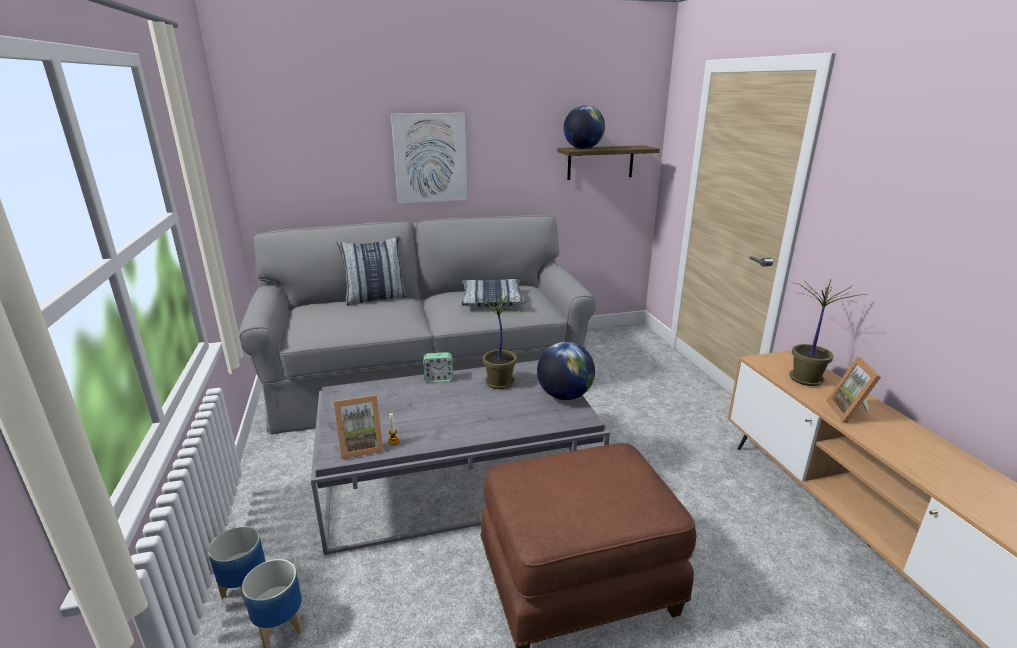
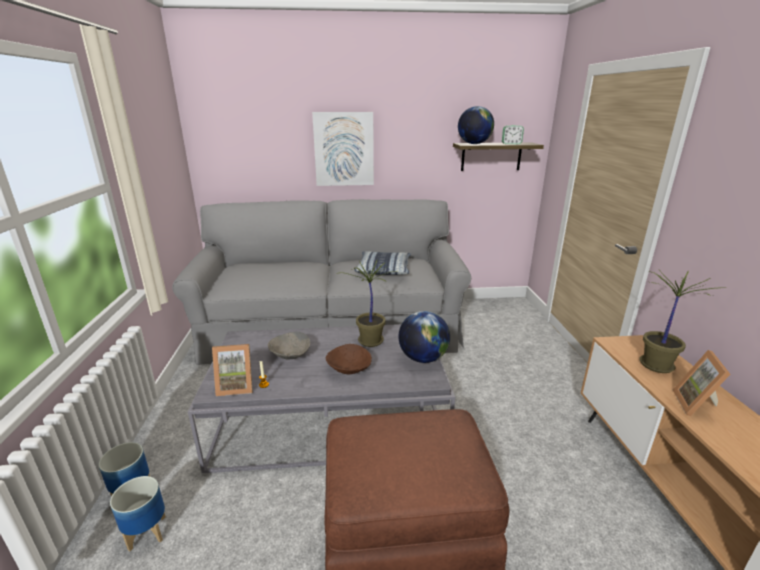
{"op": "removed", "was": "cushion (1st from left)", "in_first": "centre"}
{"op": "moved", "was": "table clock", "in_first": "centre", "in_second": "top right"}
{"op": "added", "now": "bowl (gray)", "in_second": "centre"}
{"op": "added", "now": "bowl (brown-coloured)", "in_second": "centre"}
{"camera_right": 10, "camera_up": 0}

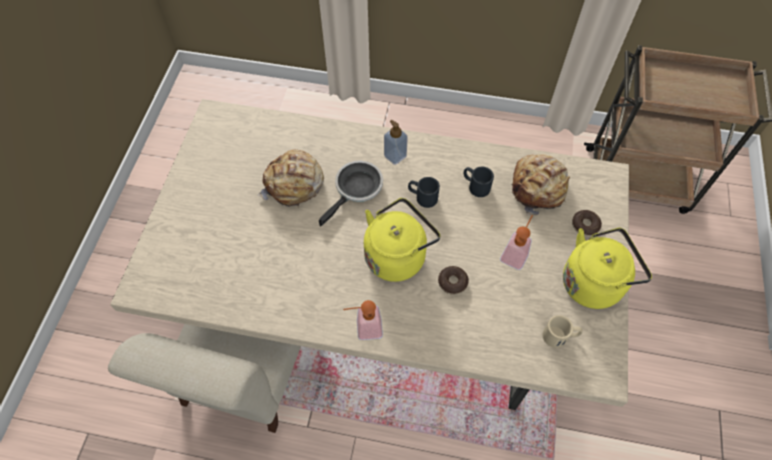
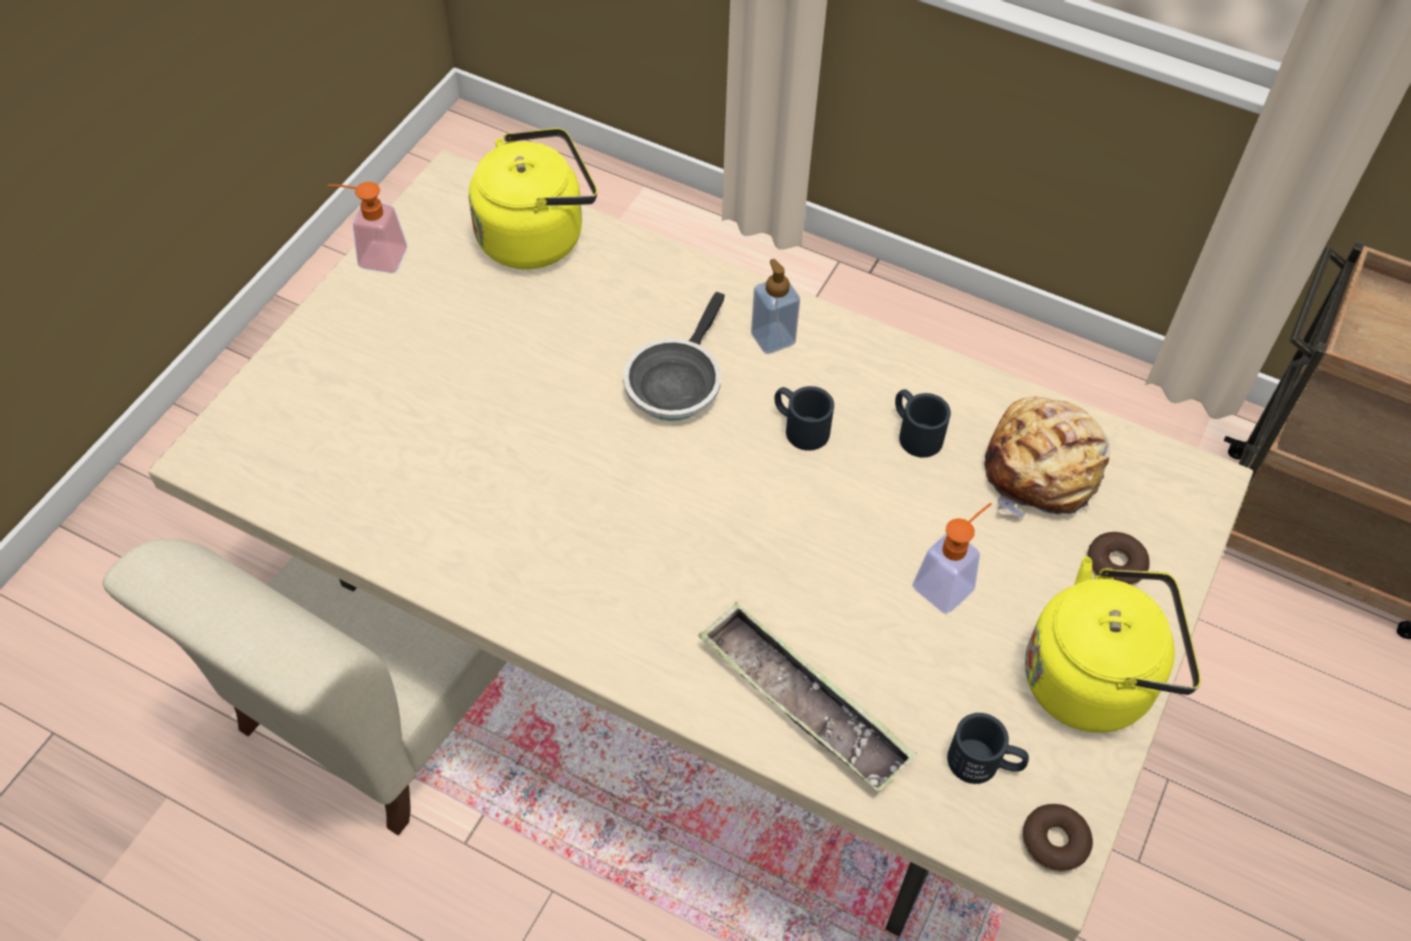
{"op": "removed", "was": "baked bread (1st from left)", "in_first": "centre"}
{"op": "turned", "was": "pan", "in_first": "centre", "in_second": "centre", "clockwise": 150}
{"op": "moved", "was": "water kettle (yellow) (1st from left)", "in_first": "centre", "in_second": "top centre"}
{"op": "moved", "was": "donut (1st from left)", "in_first": "centre", "in_second": "bottom right"}
{"op": "moved", "was": "soap bottle (1st from left)", "in_first": "bottom centre", "in_second": "top left"}
{"op": "recoloured", "was": "mug (sand-coloured)", "now": "mug (black) (3rd from left)", "in_first": "bottom right", "in_second": "bottom right"}
{"op": "added", "now": "carrying tray", "in_second": "bottom centre"}
{"camera_right": 15, "camera_up": -5}

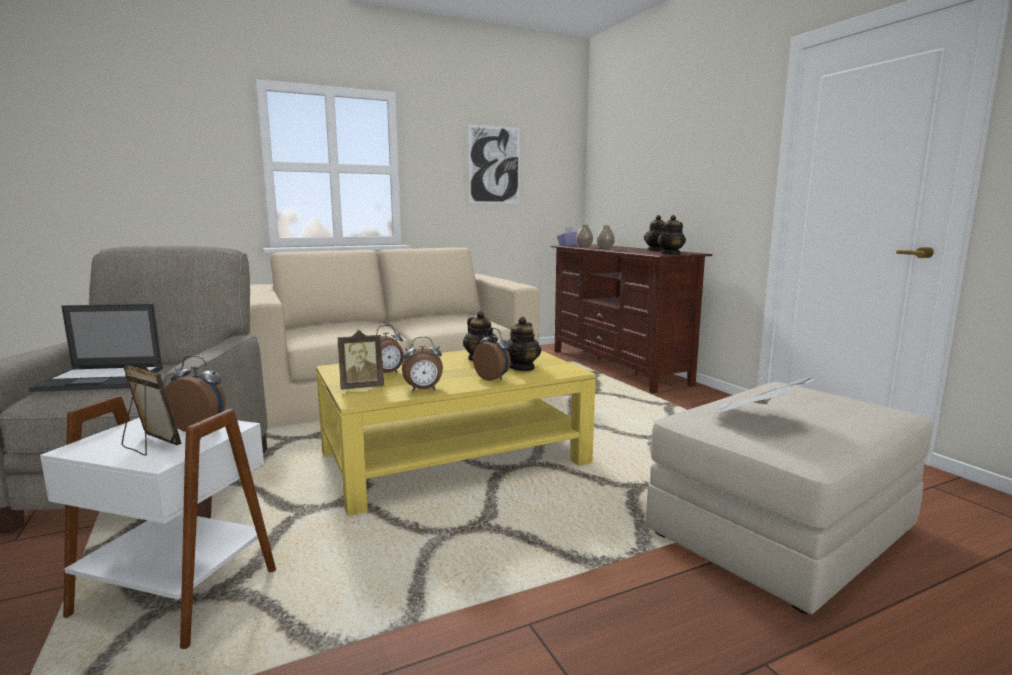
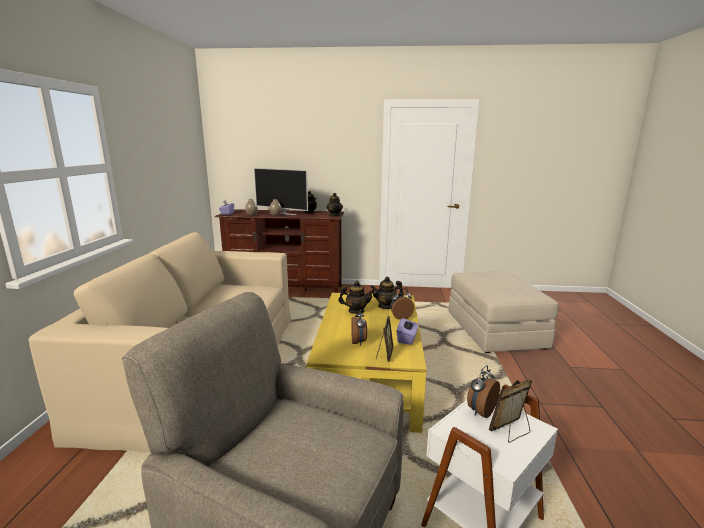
{"op": "removed", "was": "wall art", "in_first": "top centre"}
{"op": "removed", "was": "notebook computer", "in_first": "middle left"}
{"op": "turned", "was": "teapot (2nd from left in the first image)", "in_first": "centre", "in_second": "centre", "clockwise": 120}
{"op": "replaced", "was": "table clock (3rd from left)", "now": "tissue box (purple-coloured) (2nd from left)", "in_first": "centre", "in_second": "centre"}
{"op": "removed", "was": "newspaper", "in_first": "middle right"}
{"op": "added", "now": "TV", "in_second": "centre"}
{"camera_right": -60, "camera_up": 5}

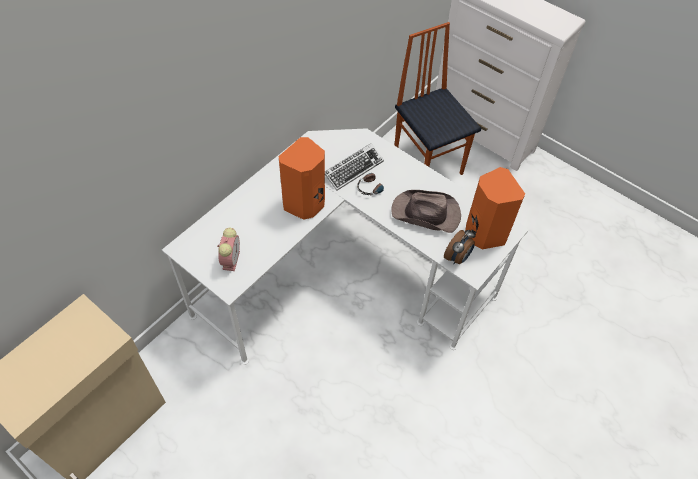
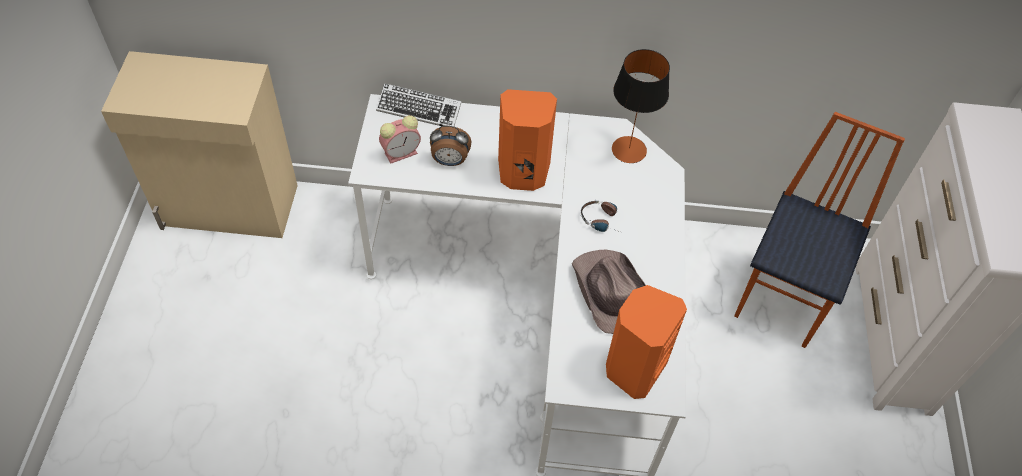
{"op": "moved", "was": "PC keyboard", "in_first": "centre", "in_second": "top centre"}
{"op": "moved", "was": "table clock (2nd from left)", "in_first": "centre", "in_second": "top centre"}
{"op": "added", "now": "table lamp", "in_second": "top centre"}
{"camera_right": 55, "camera_up": 0}

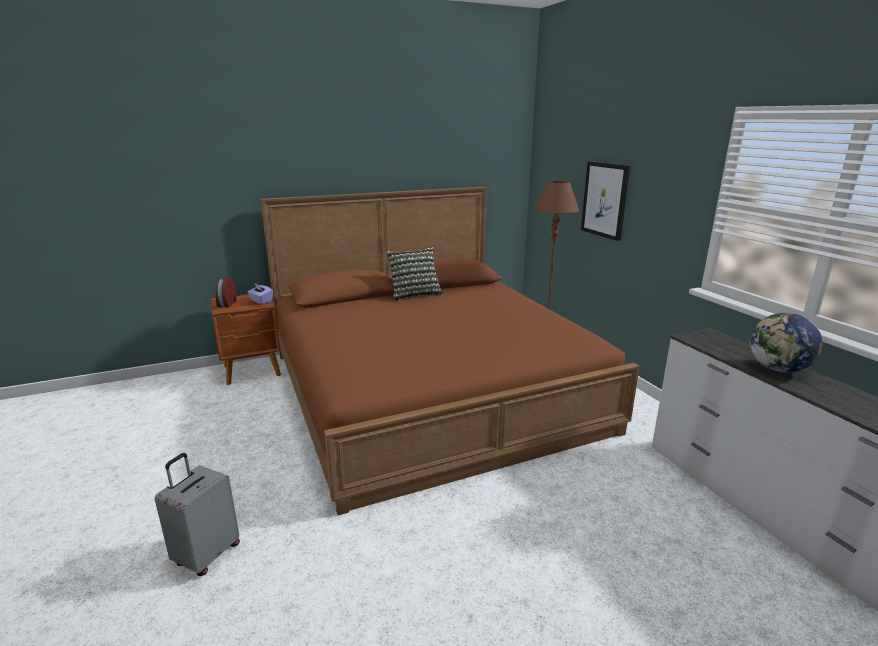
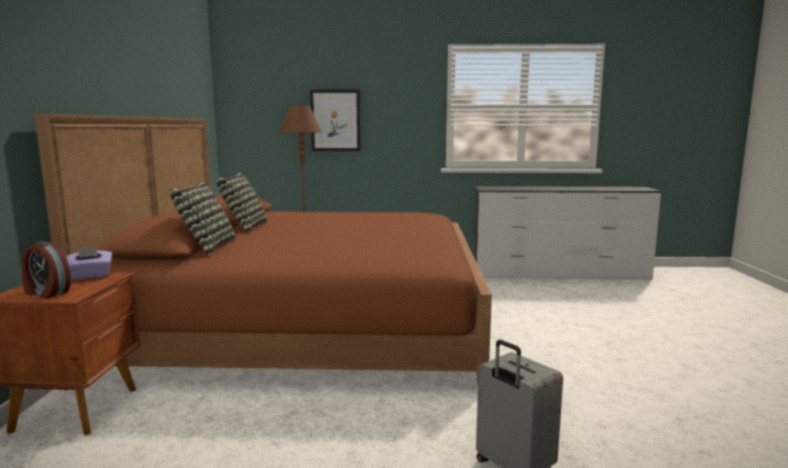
{"op": "removed", "was": "globe", "in_first": "middle right"}
{"op": "added", "now": "cushion (1st from left)", "in_second": "middle left"}
{"camera_right": -65, "camera_up": -10}

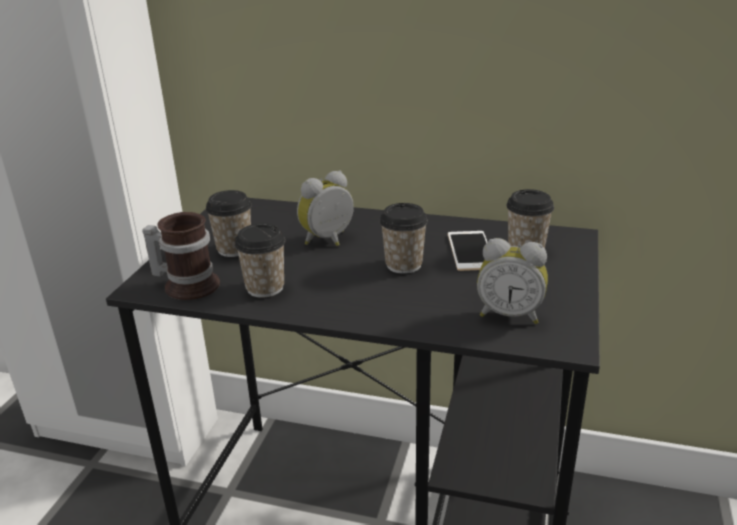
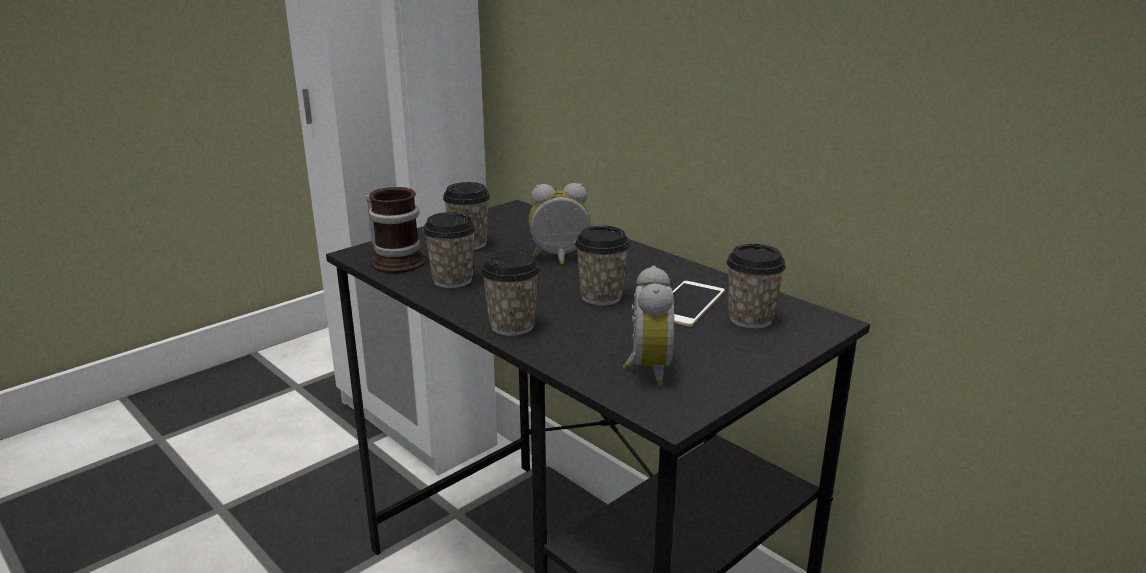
{"op": "turned", "was": "table clock (2nd from left)", "in_first": "middle right", "in_second": "centre", "clockwise": -135}
{"op": "added", "now": "drinking cup (3rd from left)", "in_second": "centre"}
{"camera_right": 30, "camera_up": -5}

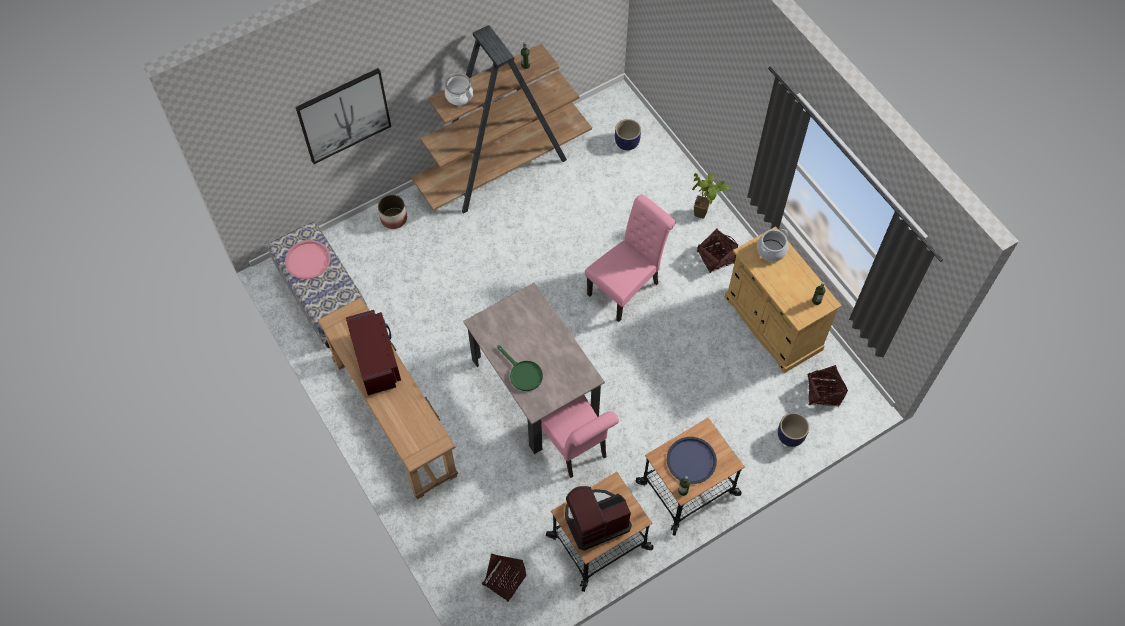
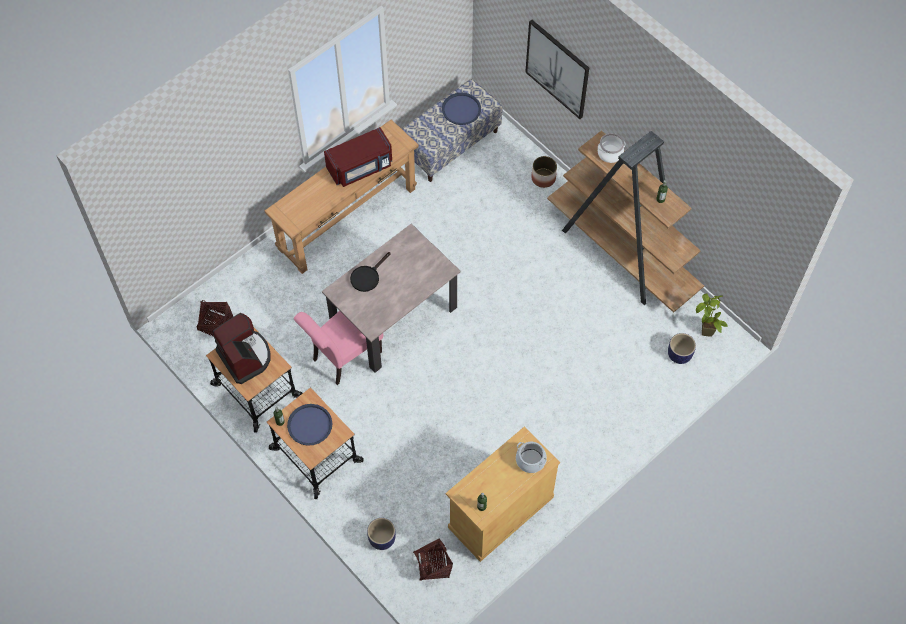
{"op": "moved", "was": "houseplant", "in_first": "top centre", "in_second": "middle right"}
{"op": "removed", "was": "plain chair (pink) (2nd from left)", "in_first": "centre"}
{"op": "removed", "was": "basket (2nd from left)", "in_first": "centre"}
{"op": "recoloured", "was": "carrying tray (pink)", "now": "carrying tray (bluish) (2nd from left)", "in_first": "middle left", "in_second": "top centre"}
{"op": "recoloured", "was": "pan (green-coloured)", "now": "pan (black)", "in_first": "centre", "in_second": "centre"}
{"camera_right": 80, "camera_up": 0}

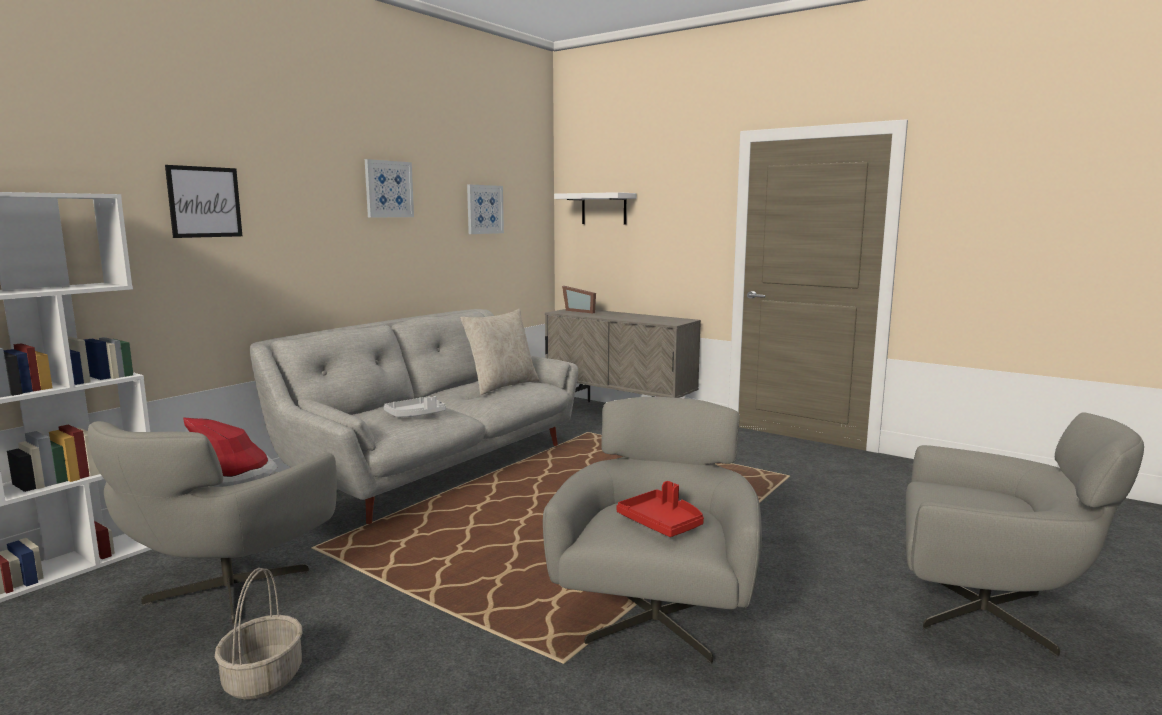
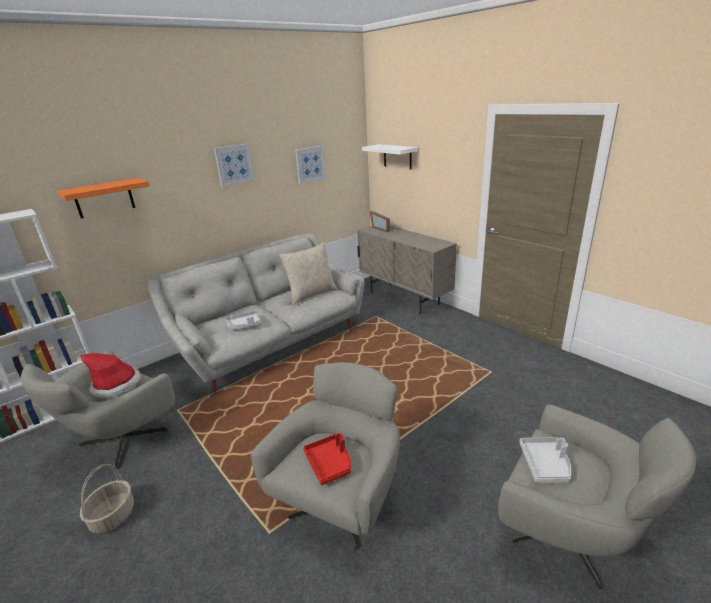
{"op": "replaced", "was": "wall art (1st from left)", "now": "bracket shelf (orangey)", "in_first": "top left", "in_second": "top left"}
{"op": "added", "now": "carrying tray (gray) (2nd from left)", "in_second": "bottom right"}
{"camera_right": 15, "camera_up": 15}

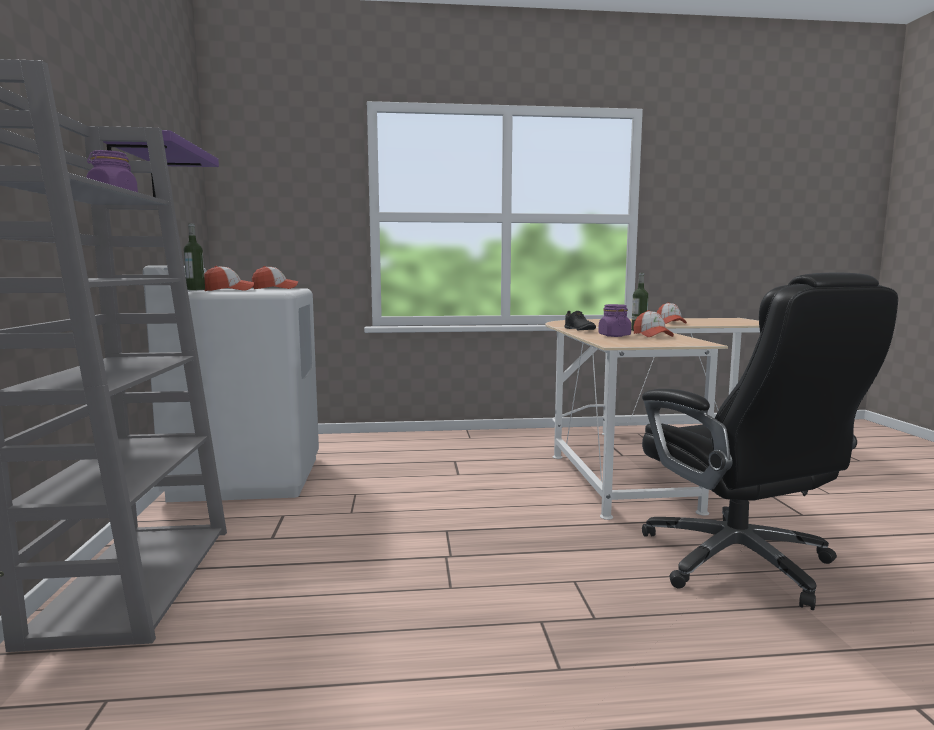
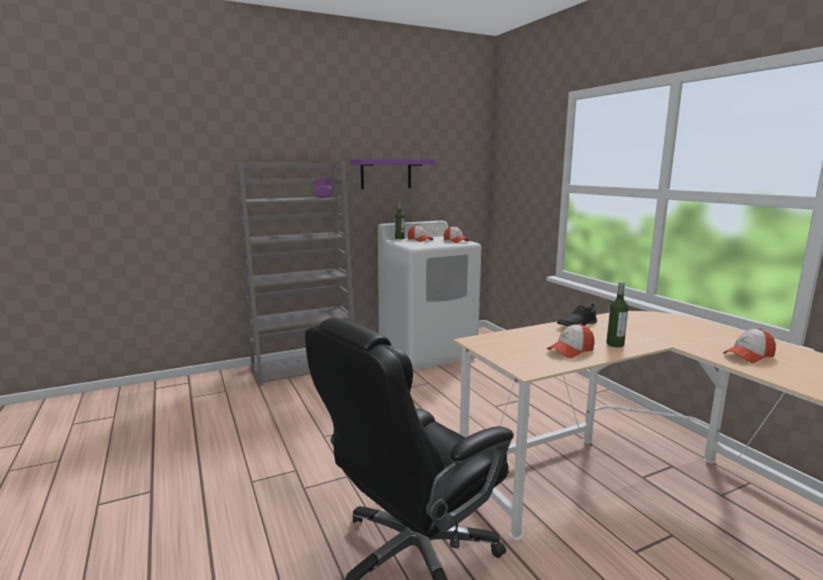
{"op": "removed", "was": "preserve jar (purple-coloured) (2nd from left)", "in_first": "centre"}
{"camera_right": 70, "camera_up": 5}

